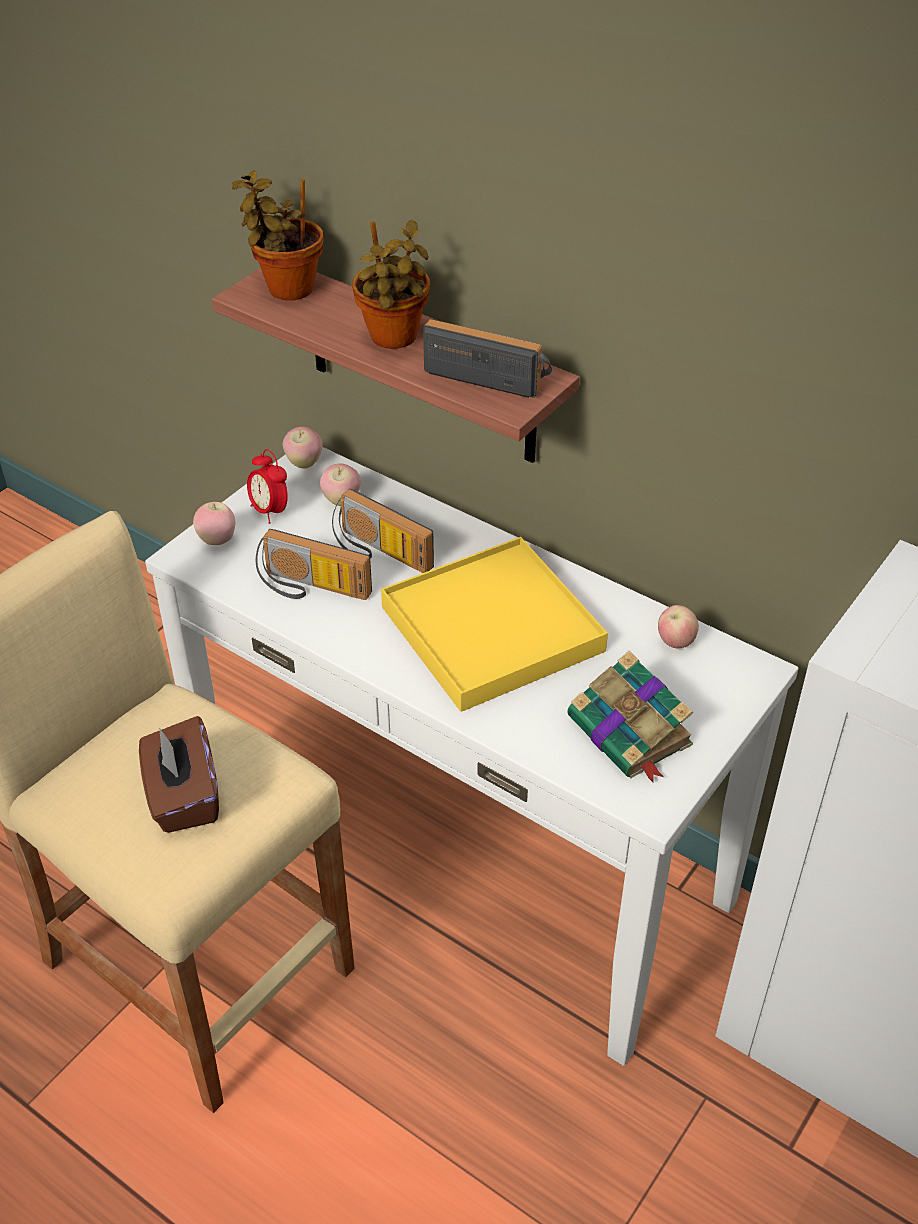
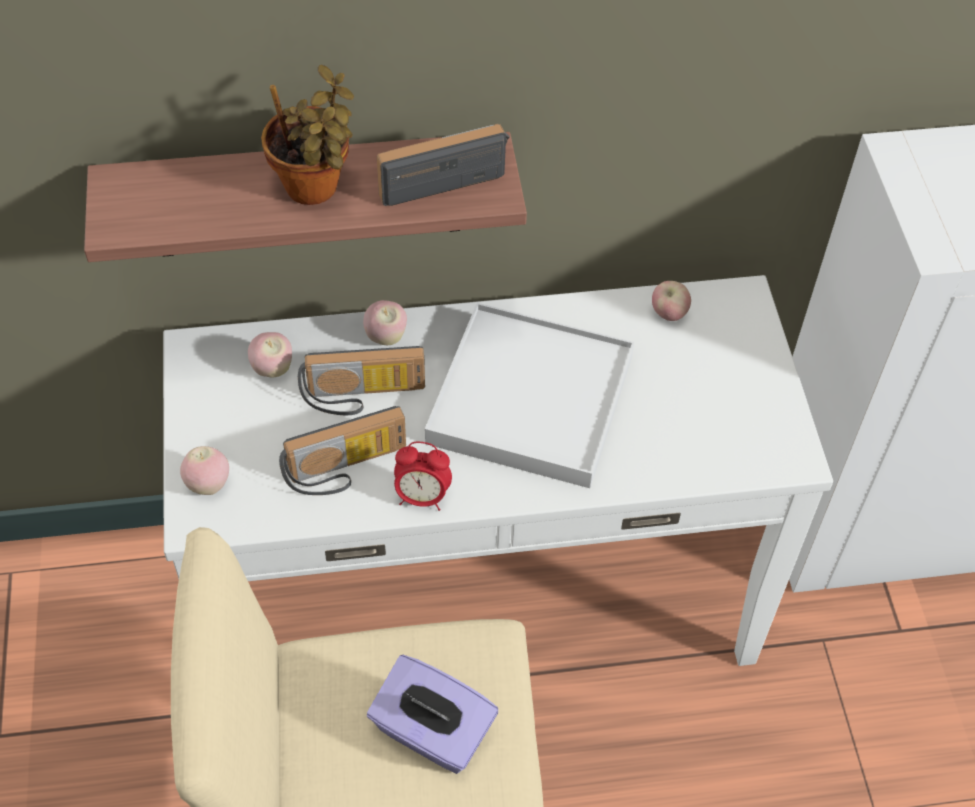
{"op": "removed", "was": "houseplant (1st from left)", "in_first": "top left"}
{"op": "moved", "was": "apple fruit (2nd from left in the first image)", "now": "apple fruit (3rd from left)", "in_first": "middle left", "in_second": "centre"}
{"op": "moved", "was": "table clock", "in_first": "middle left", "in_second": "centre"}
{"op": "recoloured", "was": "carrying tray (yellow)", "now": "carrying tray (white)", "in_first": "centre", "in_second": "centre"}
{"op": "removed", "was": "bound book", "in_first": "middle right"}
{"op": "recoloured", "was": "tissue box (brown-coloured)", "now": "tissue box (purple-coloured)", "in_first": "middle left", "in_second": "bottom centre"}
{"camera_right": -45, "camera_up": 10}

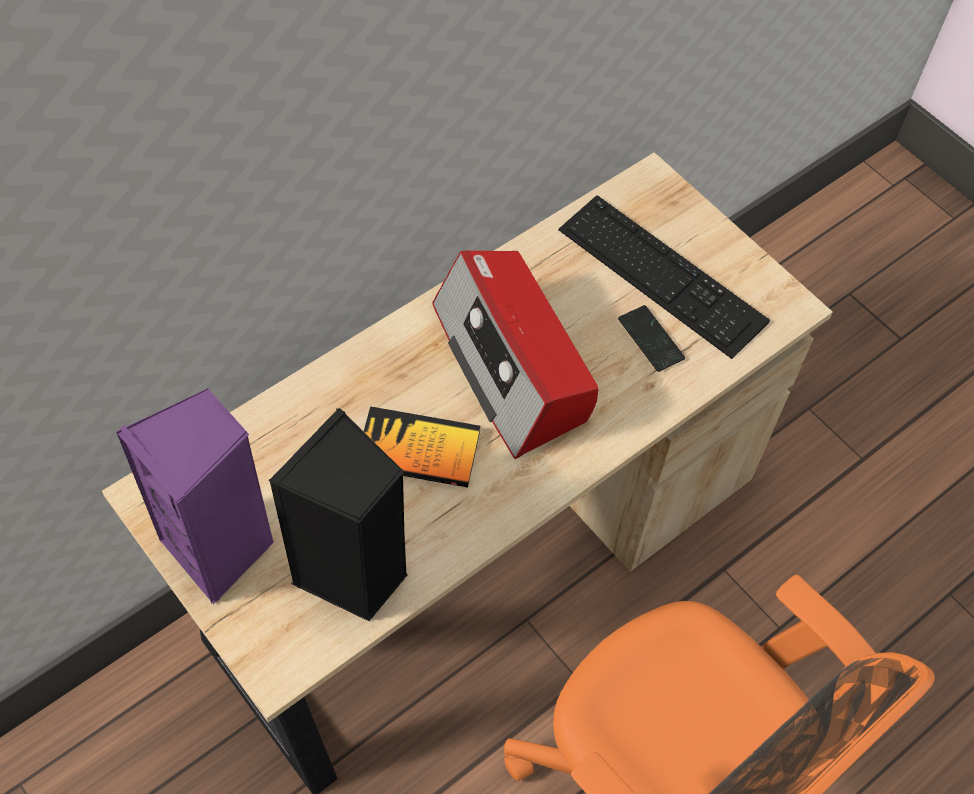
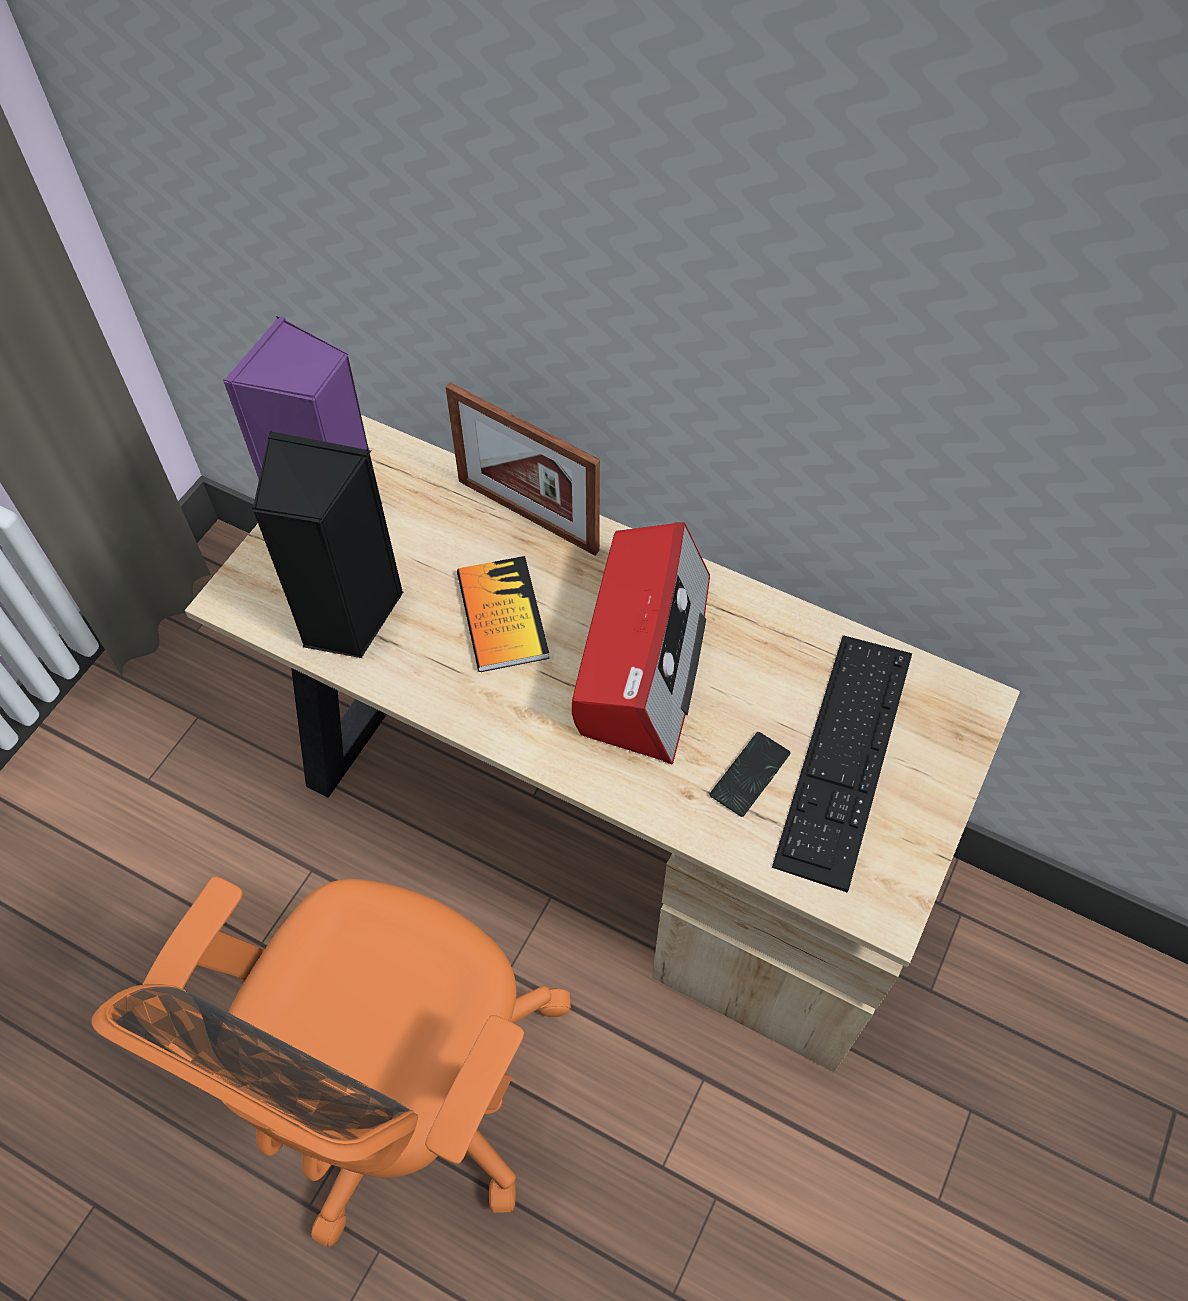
{"op": "turned", "was": "radio set", "in_first": "centre", "in_second": "centre", "clockwise": 150}
{"op": "added", "now": "photo frame", "in_second": "centre"}
{"camera_right": 70, "camera_up": 0}

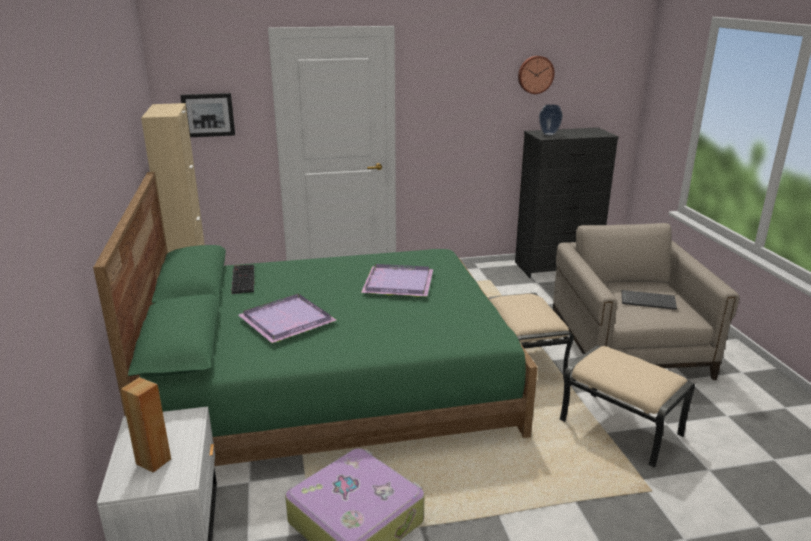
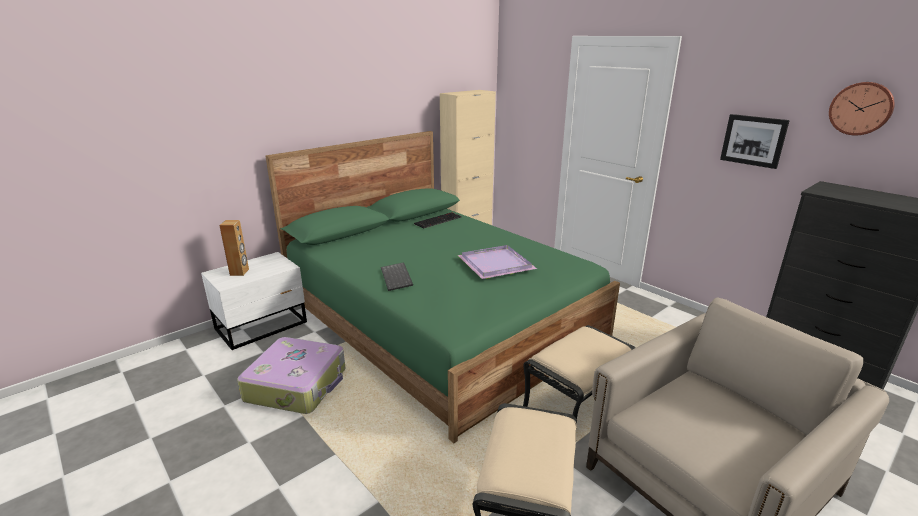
{"op": "moved", "was": "wall art", "in_first": "top left", "in_second": "top right"}
{"op": "removed", "was": "vase", "in_first": "top right"}
{"op": "moved", "was": "PC keyboard (2nd from left in the first image)", "now": "PC keyboard (1st from left)", "in_first": "middle right", "in_second": "centre"}
{"op": "removed", "was": "carrying tray (purple-coloured) (1st from left)", "in_first": "centre"}
{"camera_right": 60, "camera_up": 0}

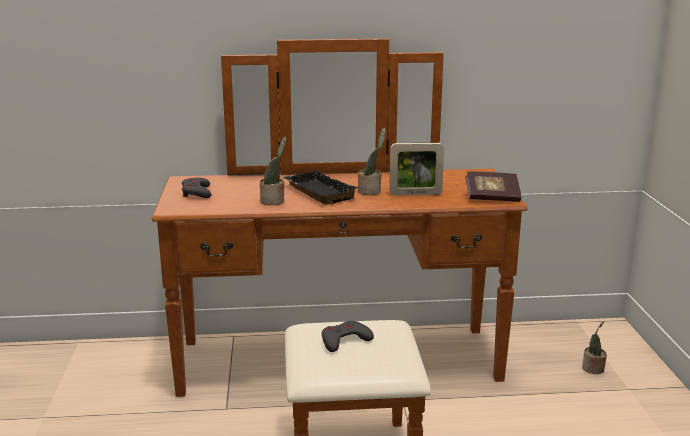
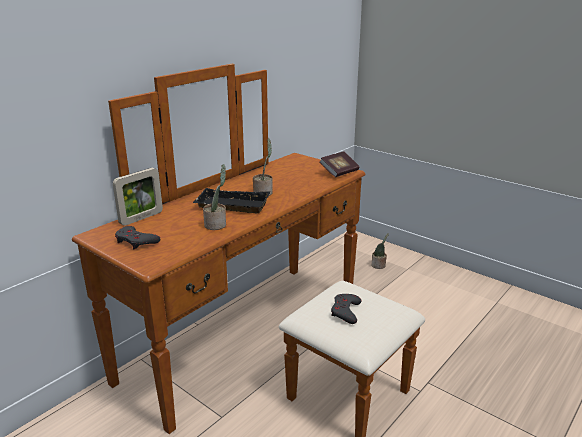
{"op": "moved", "was": "photo frame", "in_first": "centre", "in_second": "middle left"}
{"camera_right": -45, "camera_up": 5}

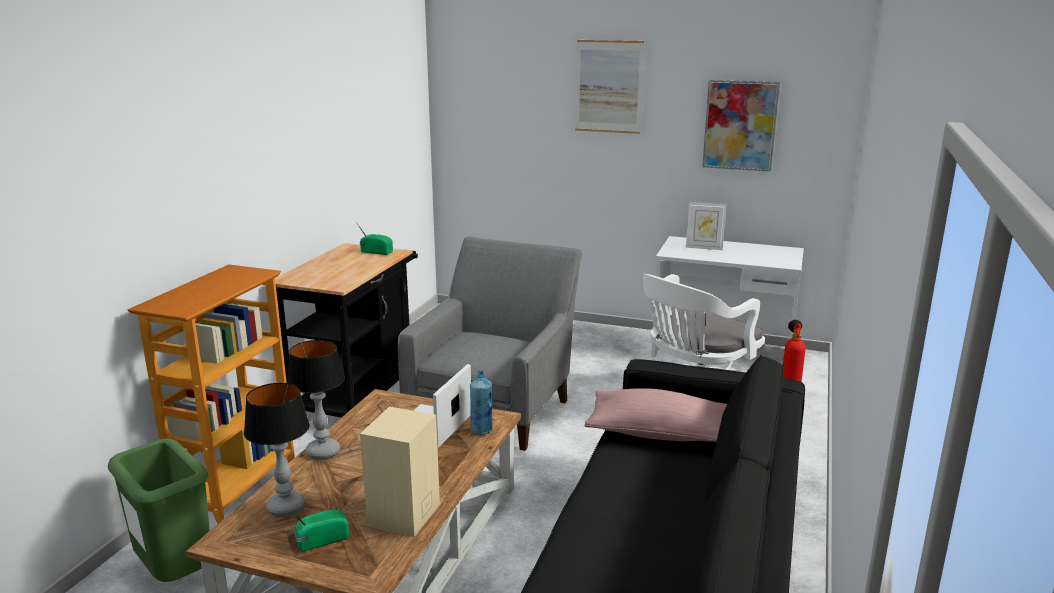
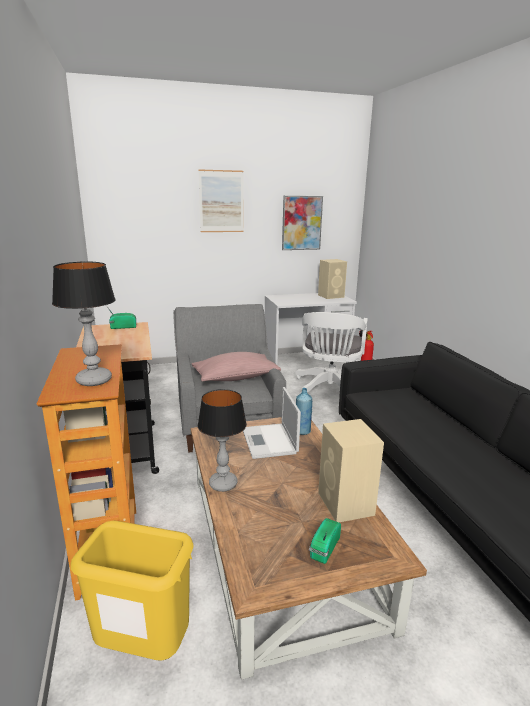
{"op": "removed", "was": "photo frame", "in_first": "middle right"}
{"op": "moved", "was": "table lamp (1st from left)", "in_first": "bottom left", "in_second": "middle left"}
{"op": "moved", "was": "cushion (pink)", "in_first": "bottom centre", "in_second": "centre"}
{"op": "recoloured", "was": "trash can (green-coloured)", "now": "trash can (yellow)", "in_first": "bottom left", "in_second": "bottom left"}
{"op": "added", "now": "speaker (sand-coloured) (1st from left)", "in_second": "centre"}
{"camera_right": -35, "camera_up": 0}

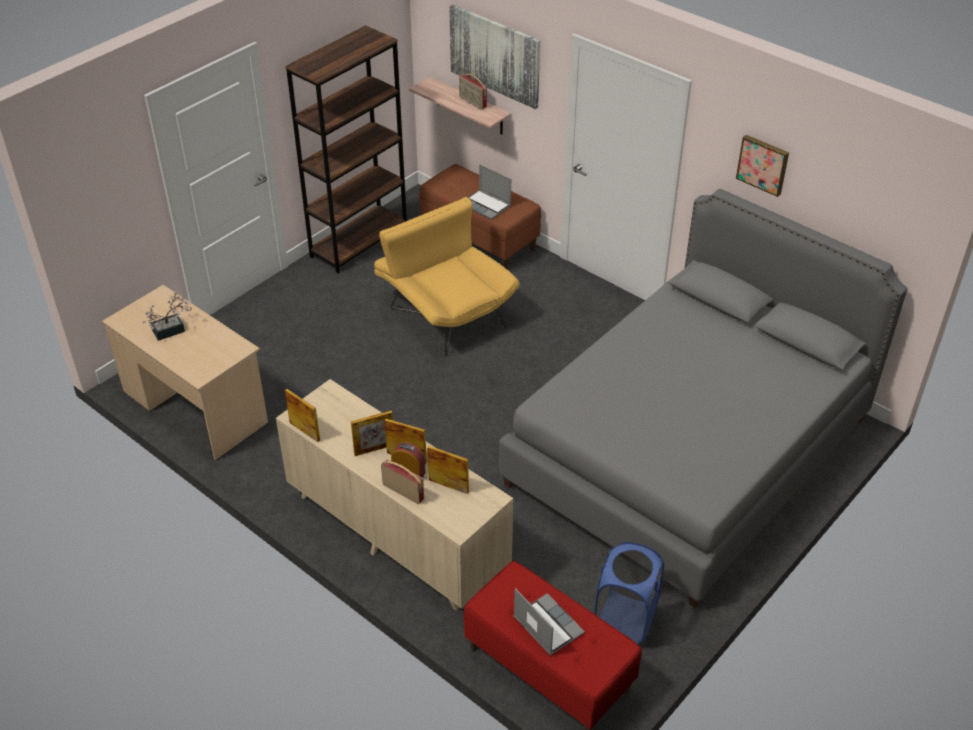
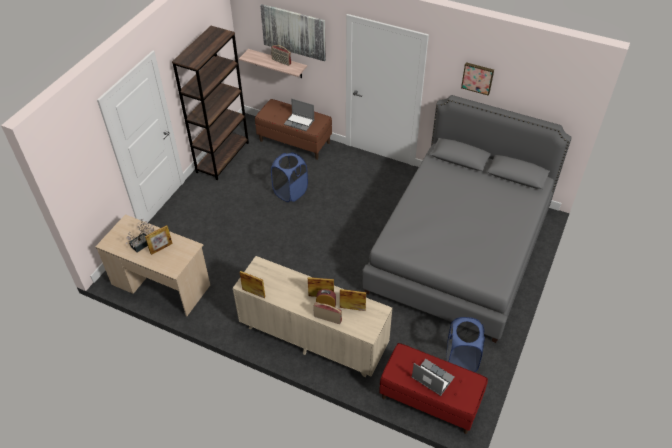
{"op": "replaced", "was": "lounge chair (yellow)", "now": "washing basket (bluish) (1st from left)", "in_first": "centre", "in_second": "centre"}
{"op": "moved", "was": "photo frame (2nd from left in the first image)", "now": "photo frame (1st from left)", "in_first": "centre", "in_second": "middle left"}
{"camera_right": -15, "camera_up": 5}

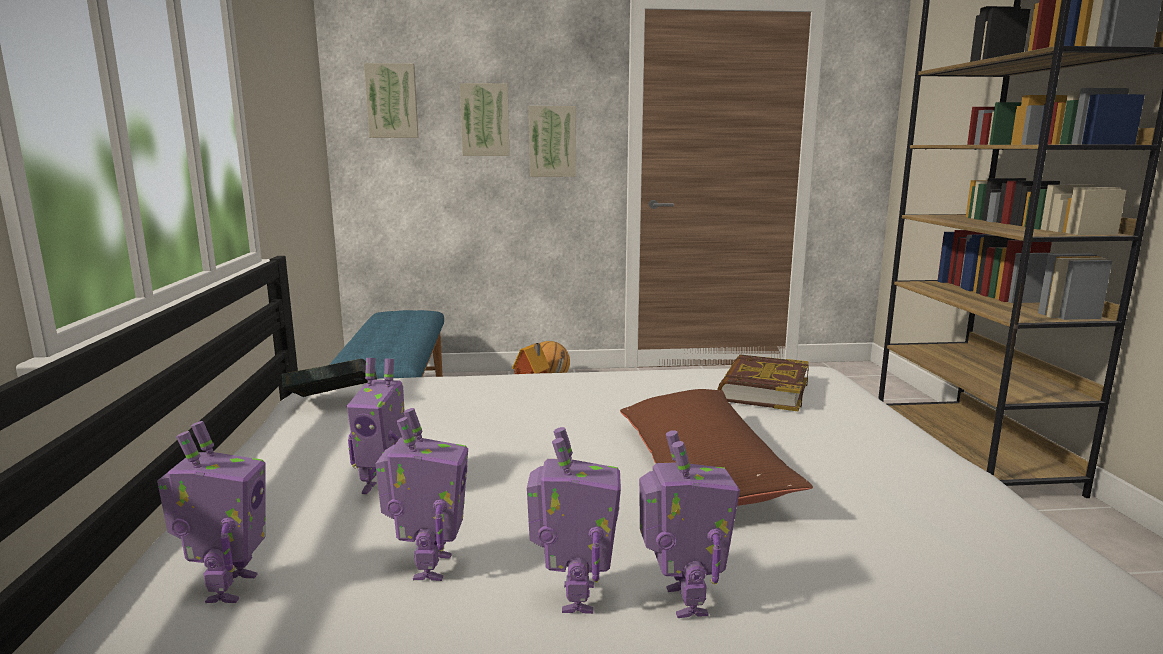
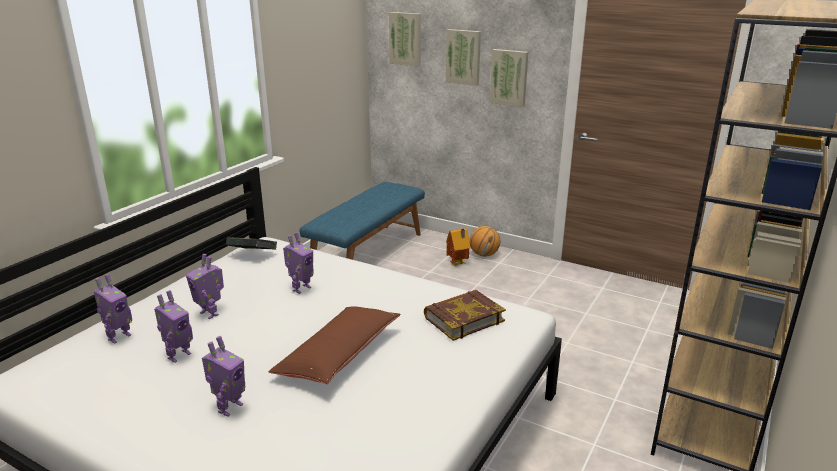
{"op": "moved", "was": "model robot (4th from left in the first image)", "now": "model robot (5th from left)", "in_first": "bottom centre", "in_second": "centre"}
{"camera_right": 35, "camera_up": 10}

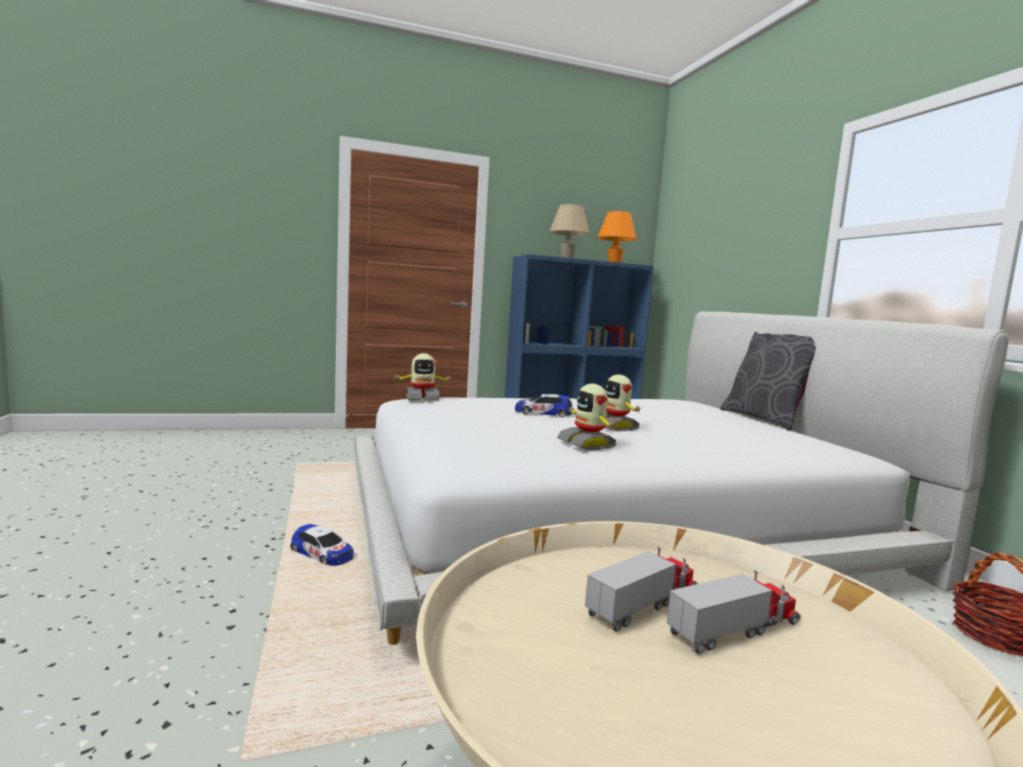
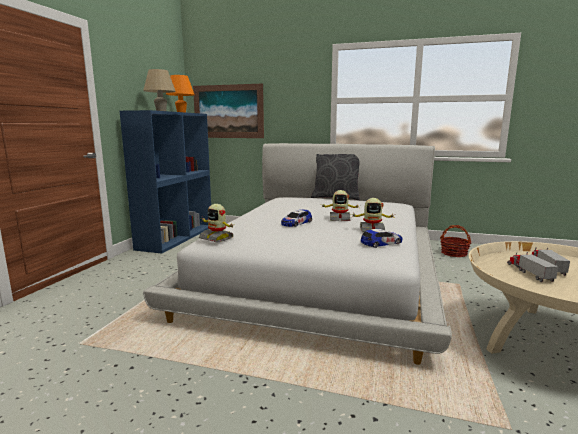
{"op": "turned", "was": "model robot (1st from left)", "in_first": "centre", "in_second": "centre", "clockwise": 105}
{"op": "moved", "was": "toy car (1st from left in the first image)", "now": "toy car (2nd from left)", "in_first": "bottom left", "in_second": "centre"}
{"op": "added", "now": "wall art", "in_second": "top centre"}
{"camera_right": -55, "camera_up": 5}

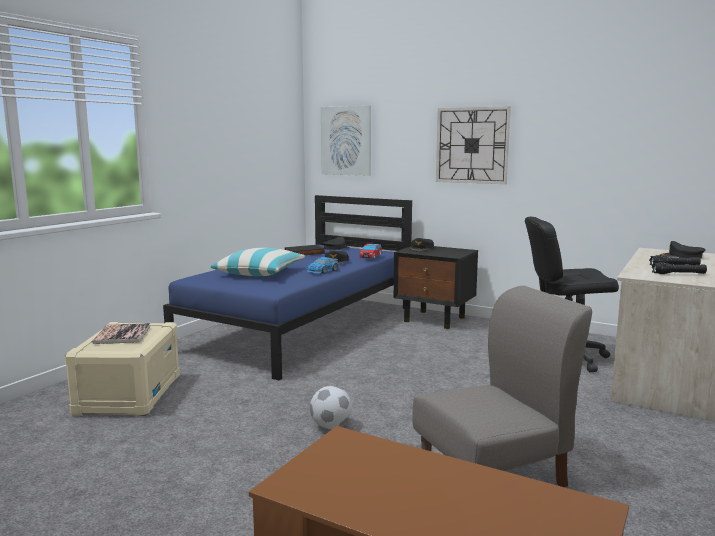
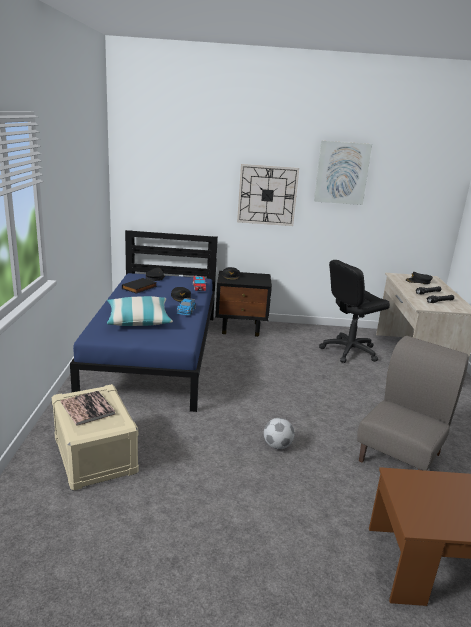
{"op": "moved", "was": "wall art", "in_first": "top centre", "in_second": "top right"}
{"camera_right": -30, "camera_up": 10}

